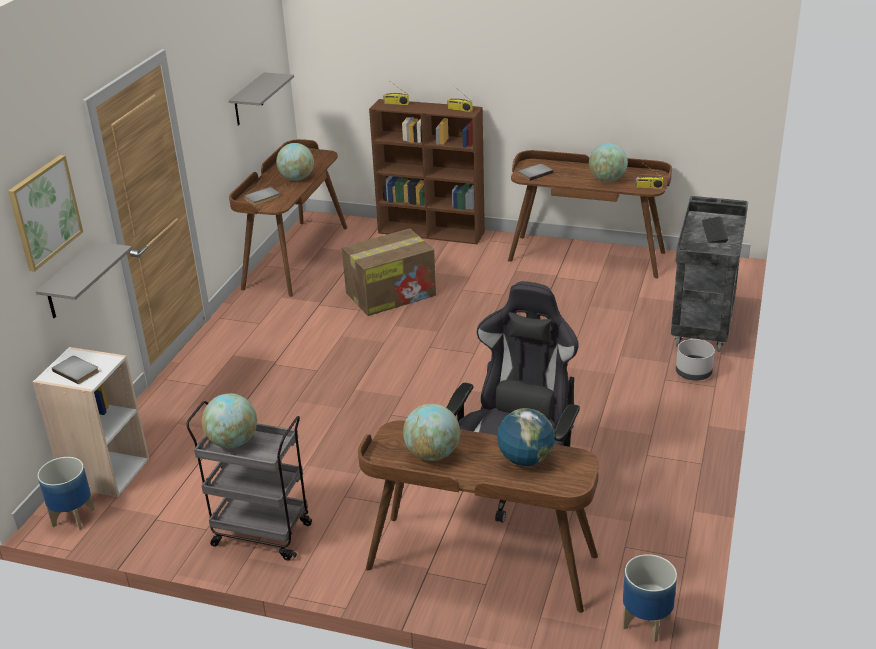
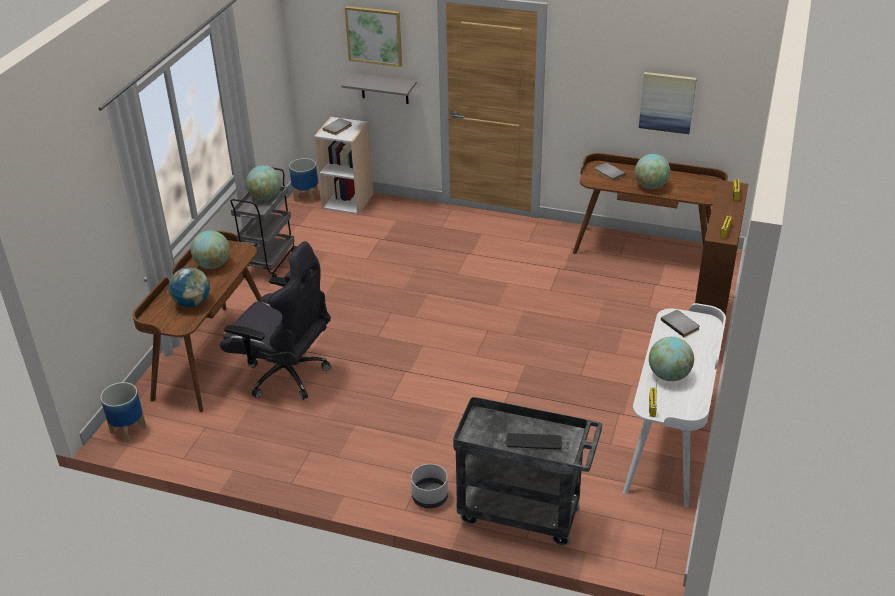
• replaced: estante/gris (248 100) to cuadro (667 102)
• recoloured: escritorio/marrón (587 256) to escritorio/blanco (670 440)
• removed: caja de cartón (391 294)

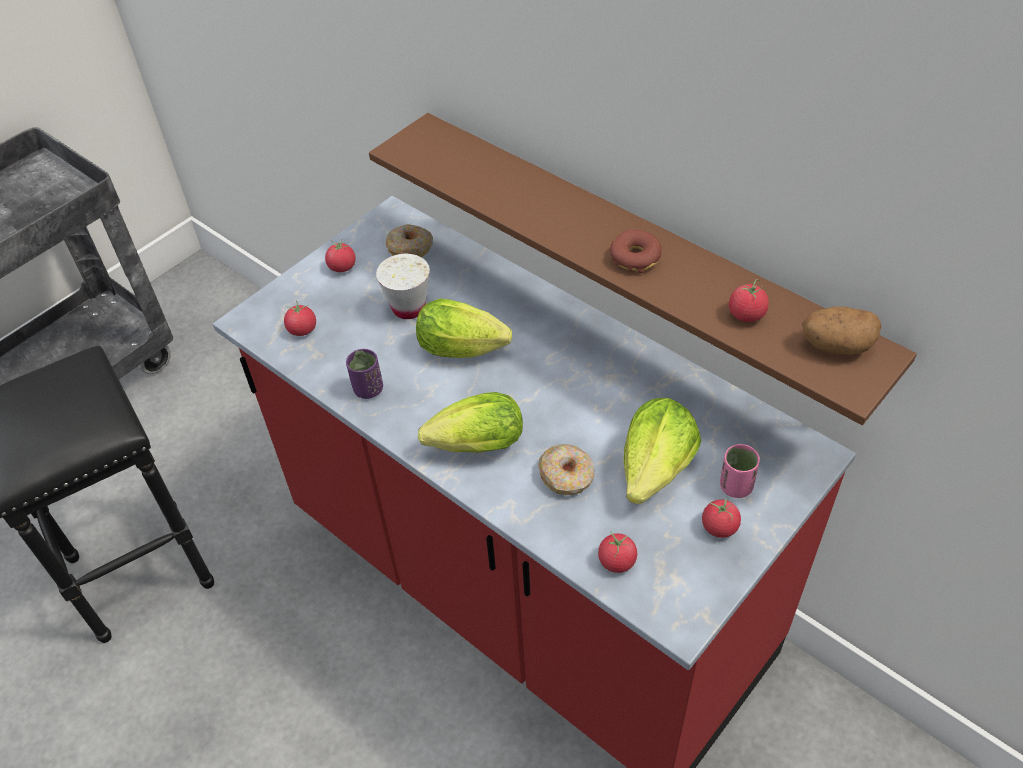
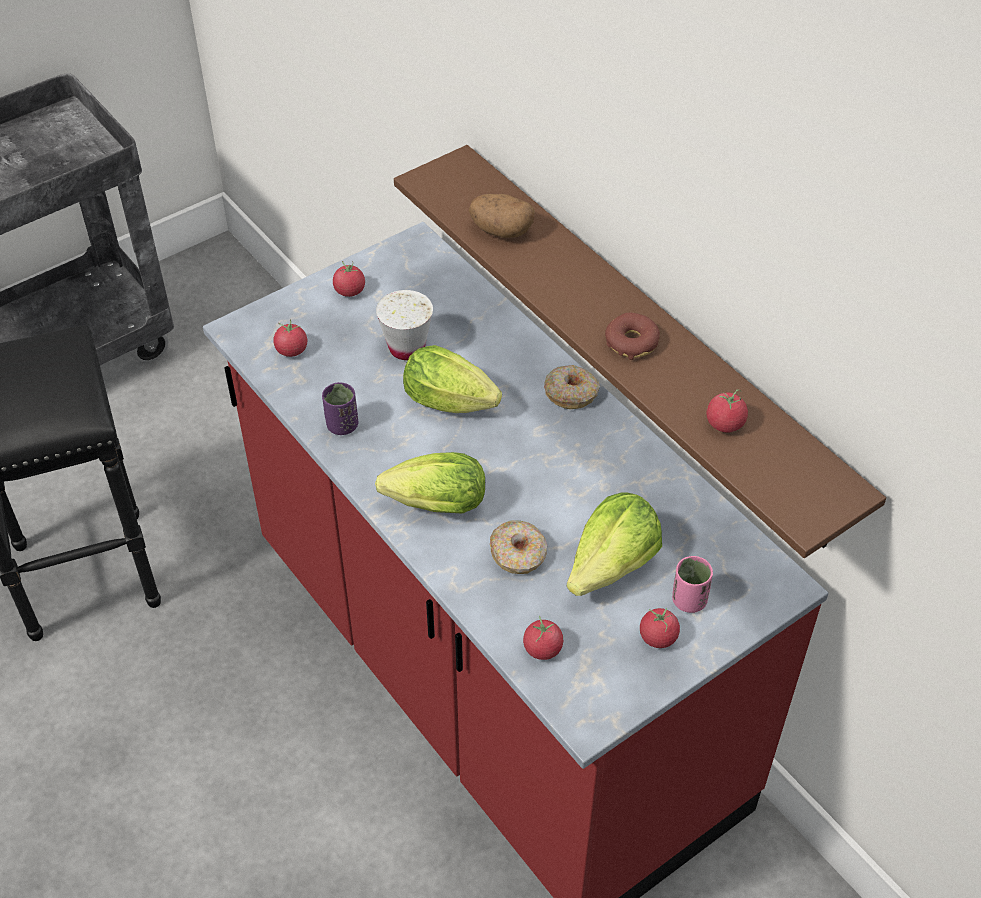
• moved: rosquilla (410 248) to (571 393)
• moved: patata (835 346) to (501 231)

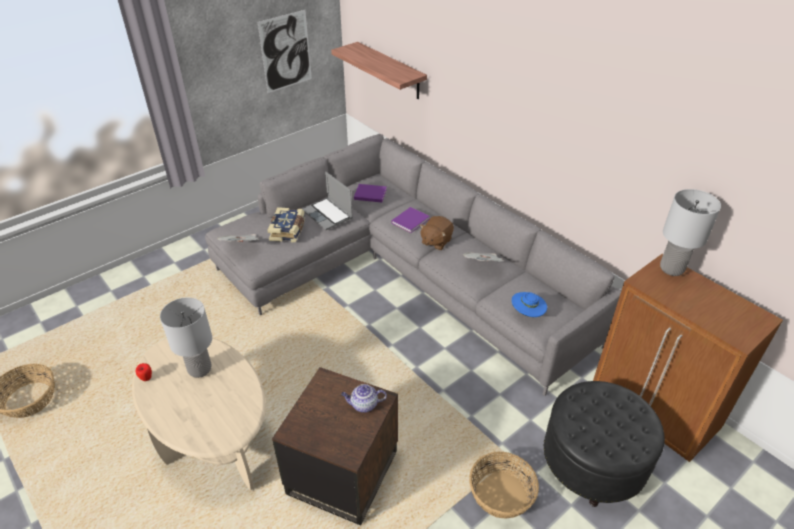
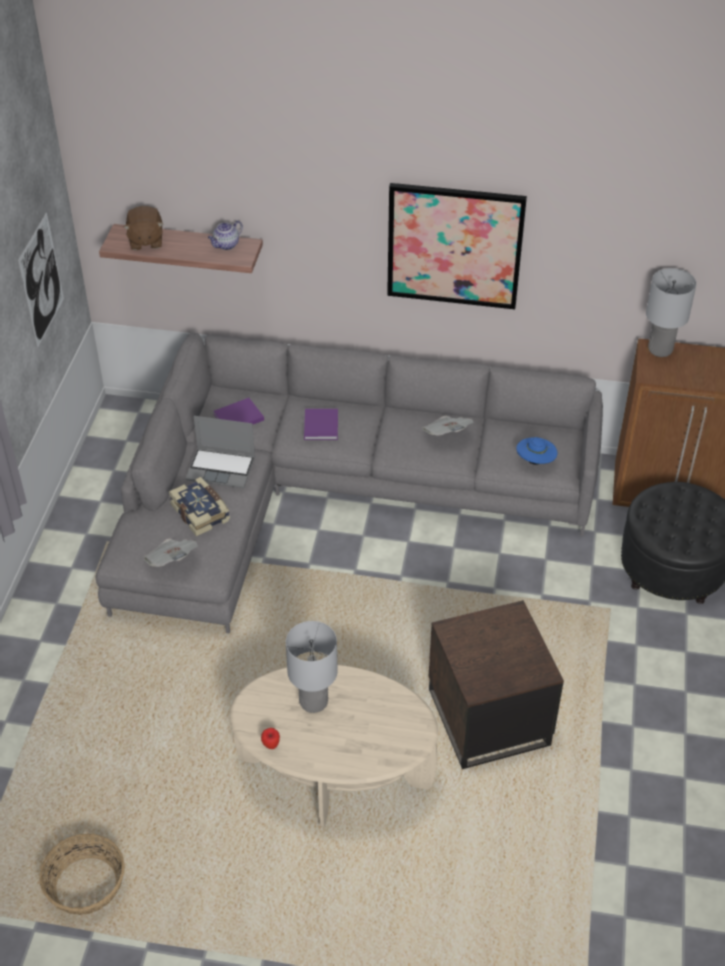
• moved: peluche/marrón (436 241) to (145 241)
• moved: tetera (363 405) to (226 245)
• removed: cesta (501 495)
• added: cuadro (454 246)

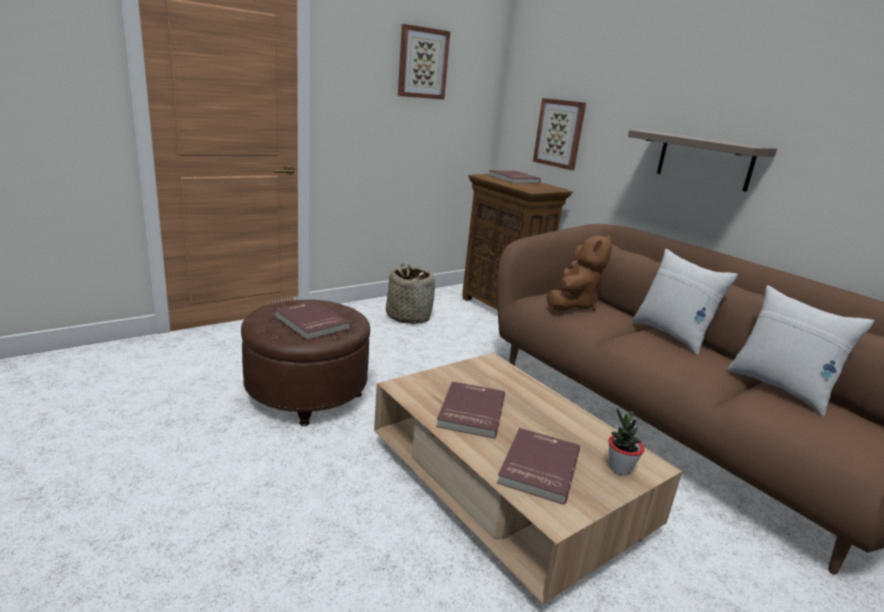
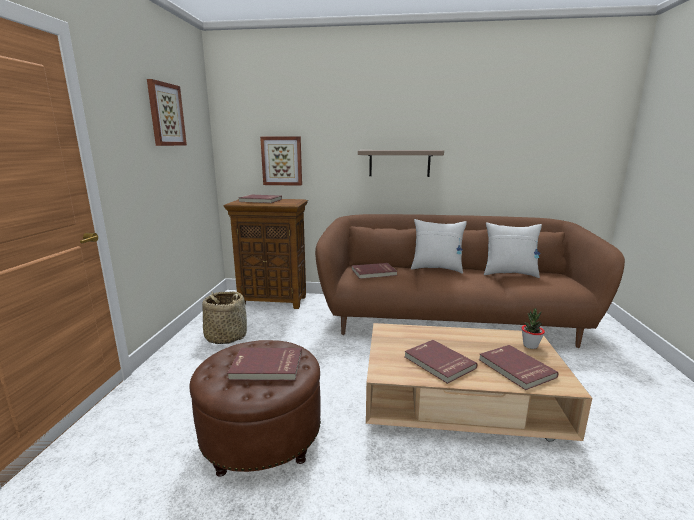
• replaced: peluche/marrón (572 305) to libro/rojo (374 272)

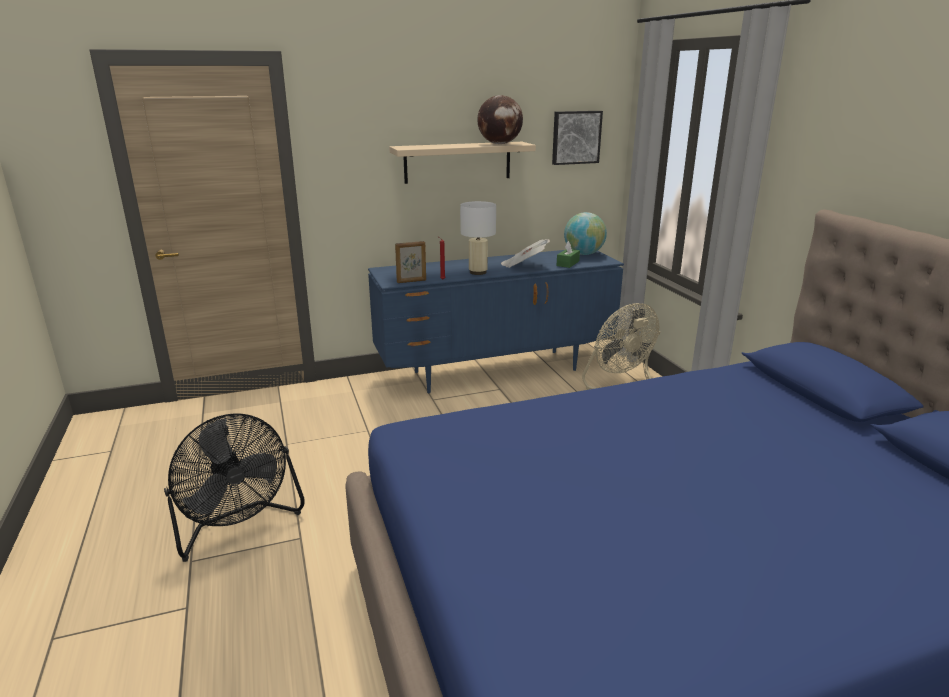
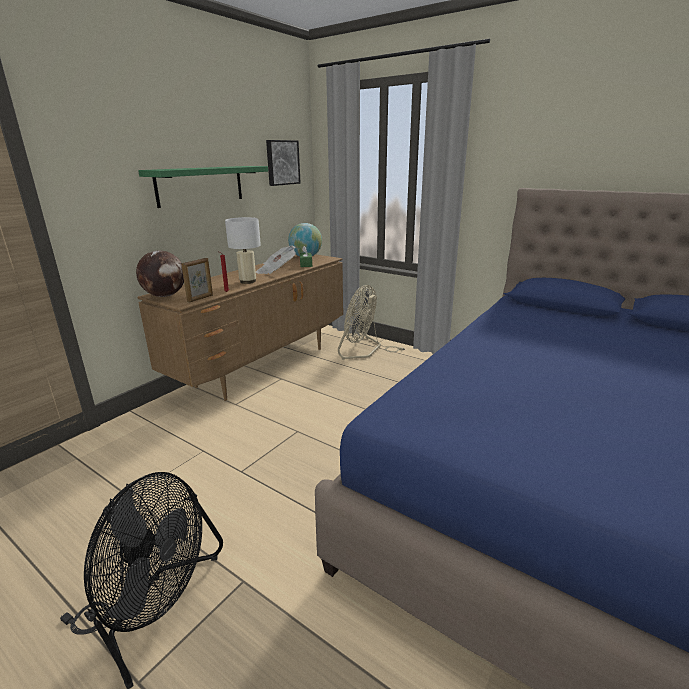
• moved: globo terráqueo (500 144) to (165 296)
• recoloured: estante/beis (457 162) to estante/verde (200 185)
• recoloured: cómoda/azul (496 371) to cómoda/marrón (264 367)

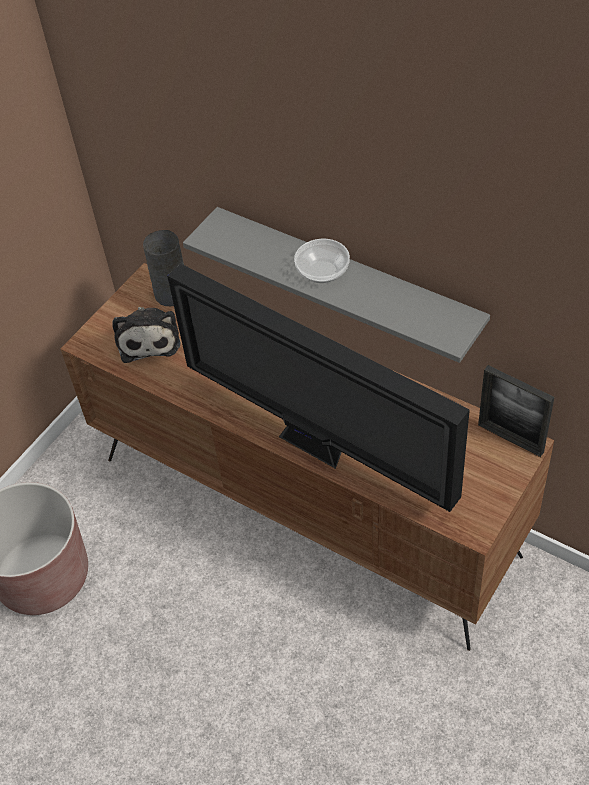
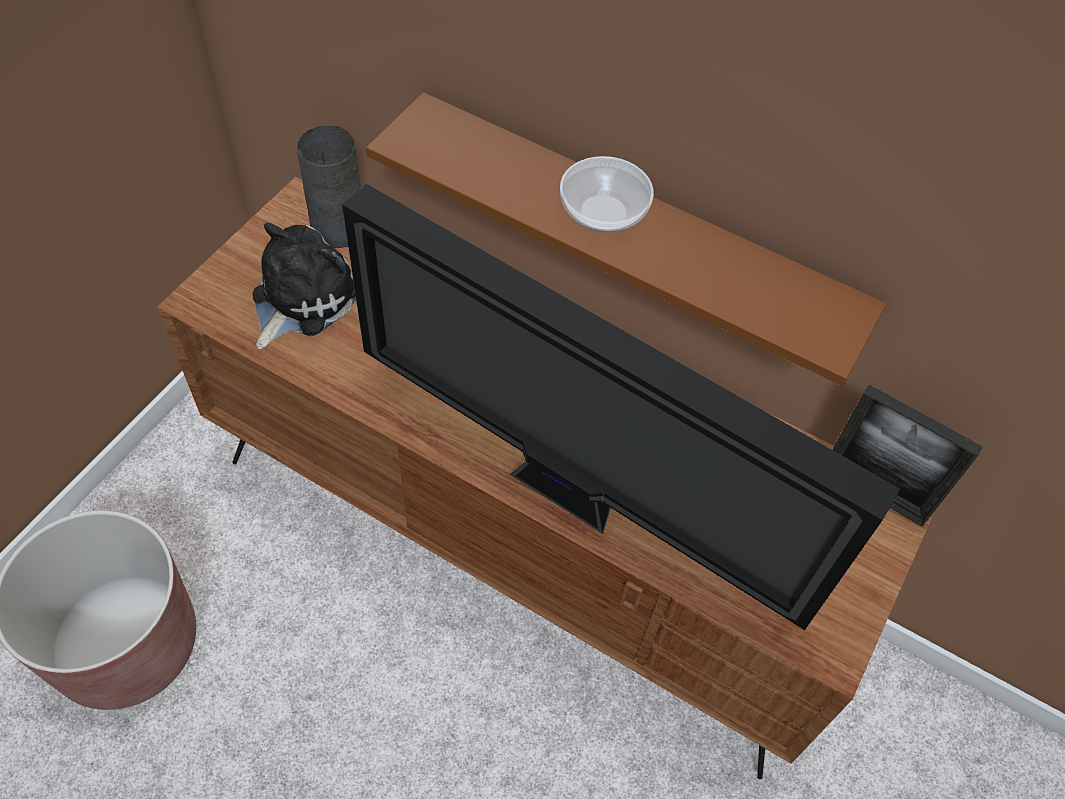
• recoloured: estante/gris (347 280) to estante/marrón (633 228)
• turned: peluche (149 339) = (301 298) 135 degrees counterclockwise

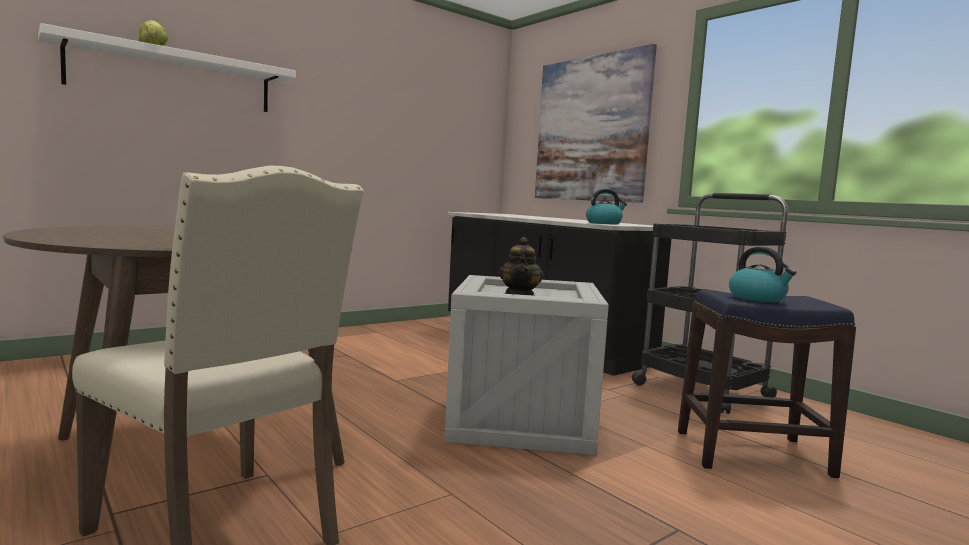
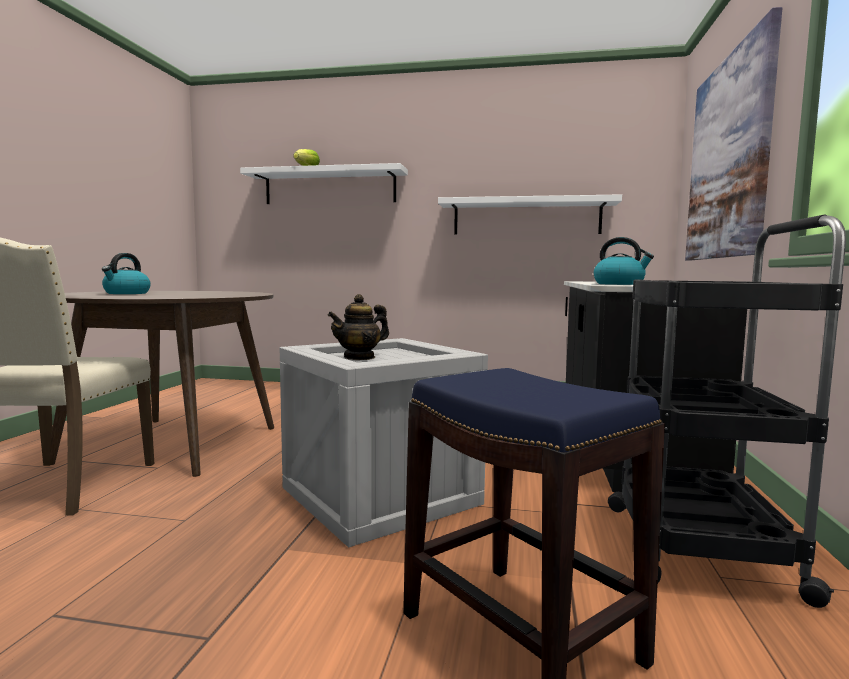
• moved: hervidor (758 298) to (126 293)
• added: estante/blanco (526 217)

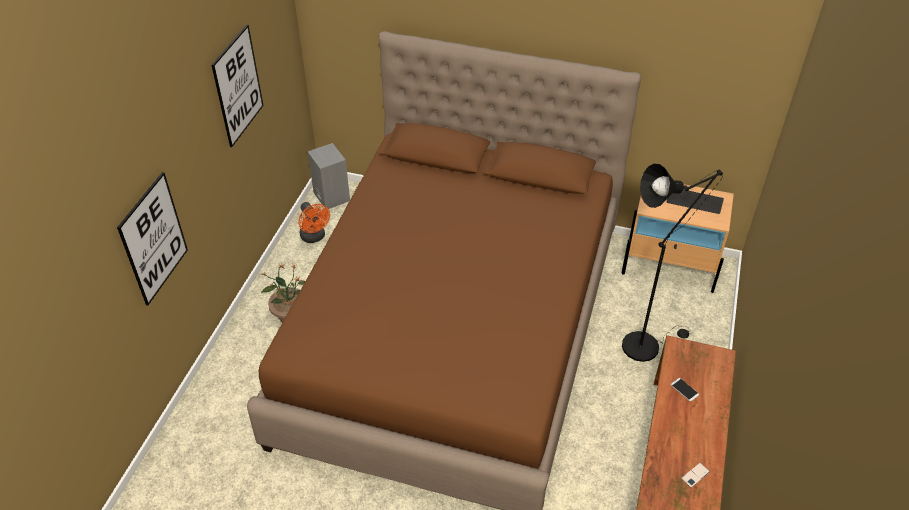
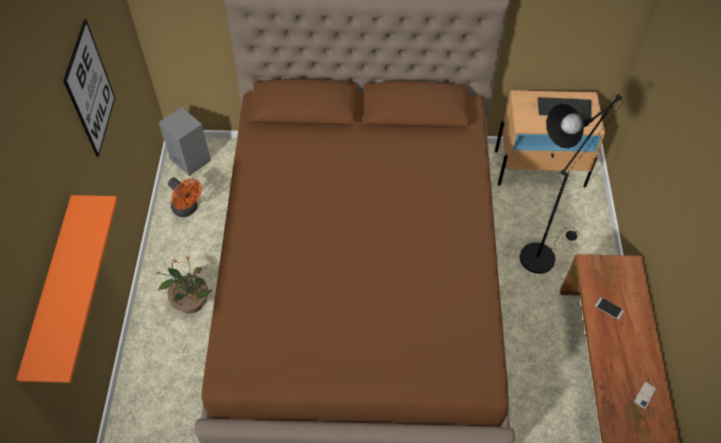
• replaced: cuadro (154 239) to estante/naranja (53 292)

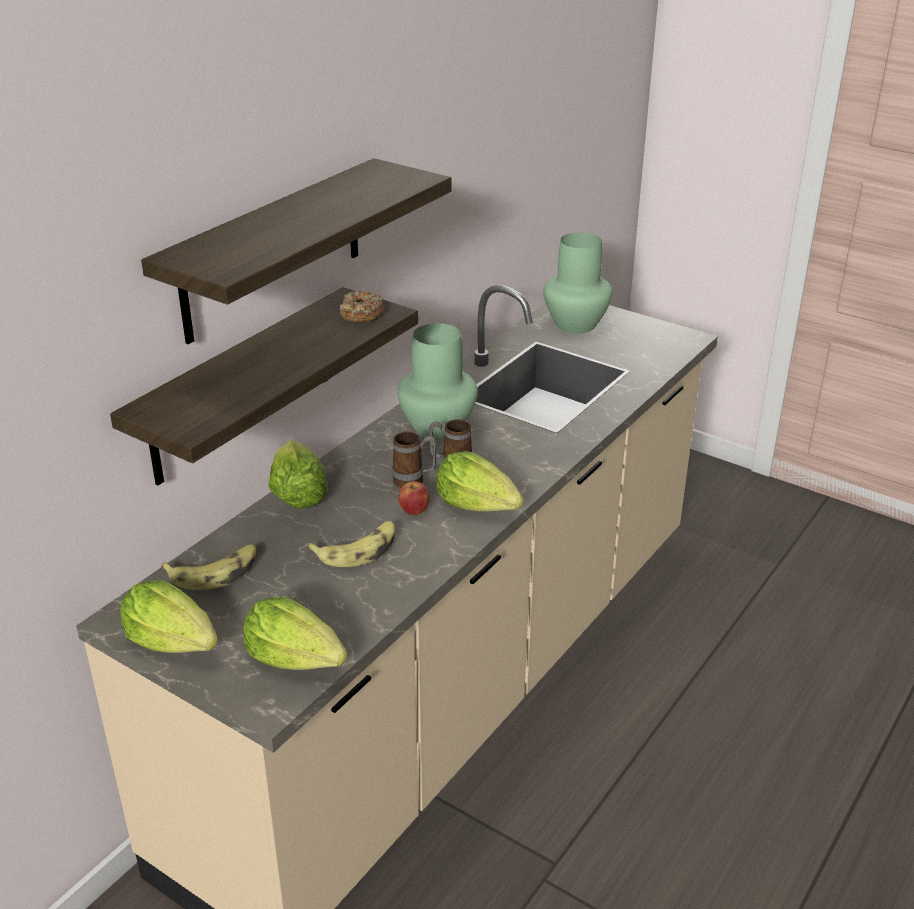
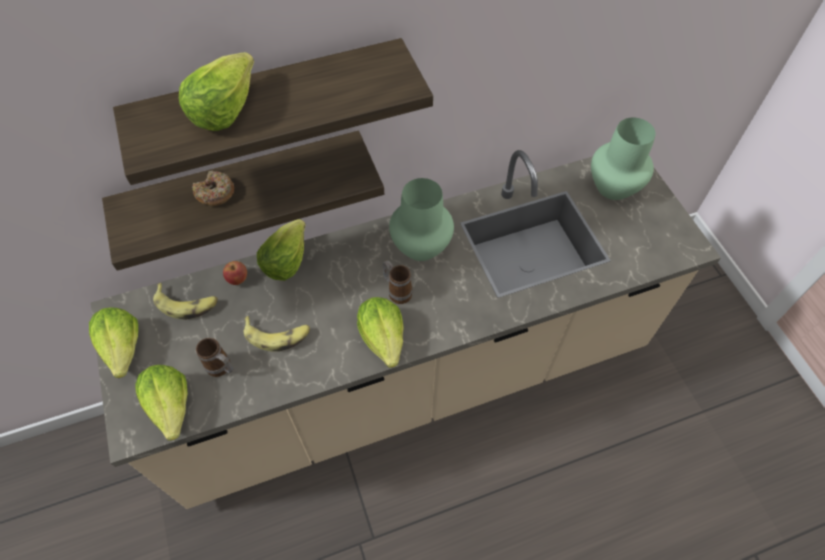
• moved: rosquilla (361 314) to (215 193)
• moved: taza grande (414 481) to (222 369)
• moved: manzana (414 511) to (238 279)
• added: lechuga (223 108)

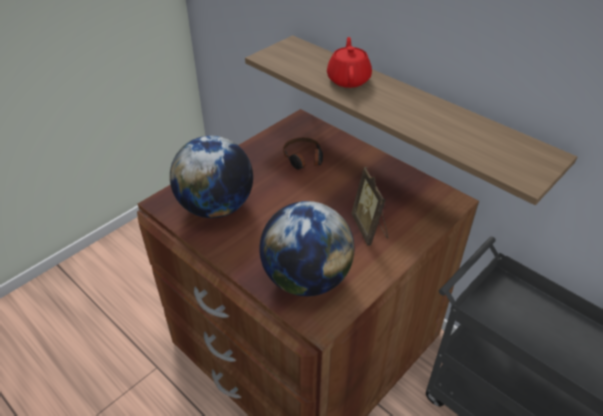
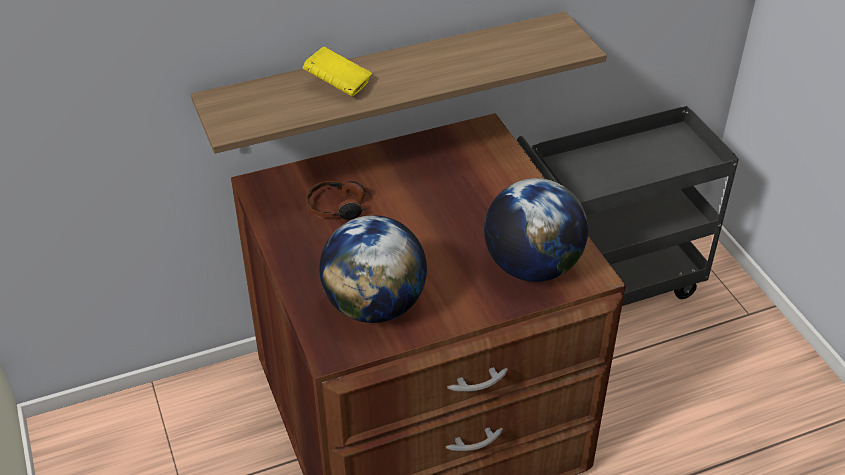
• replaced: tetera/rojo (348 79) to libro/amarillo (338 85)
• removed: portarretratos (370 229)

